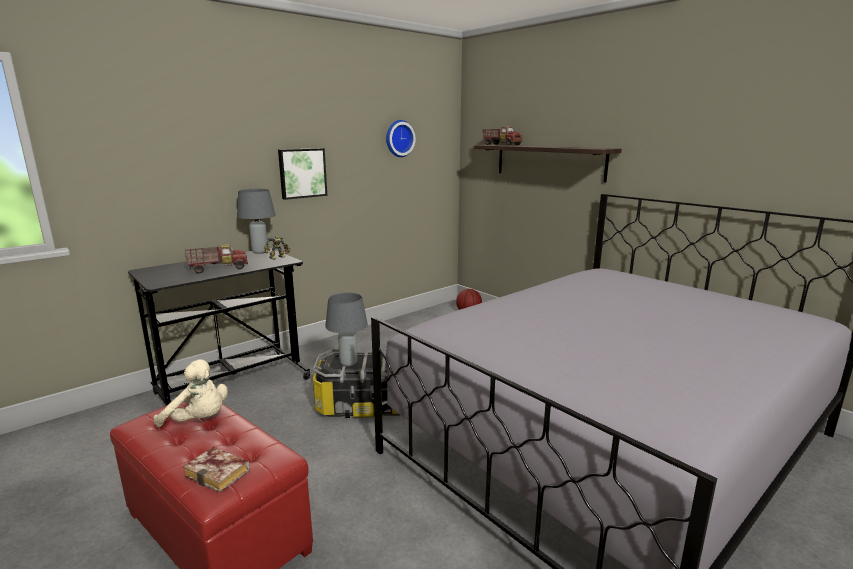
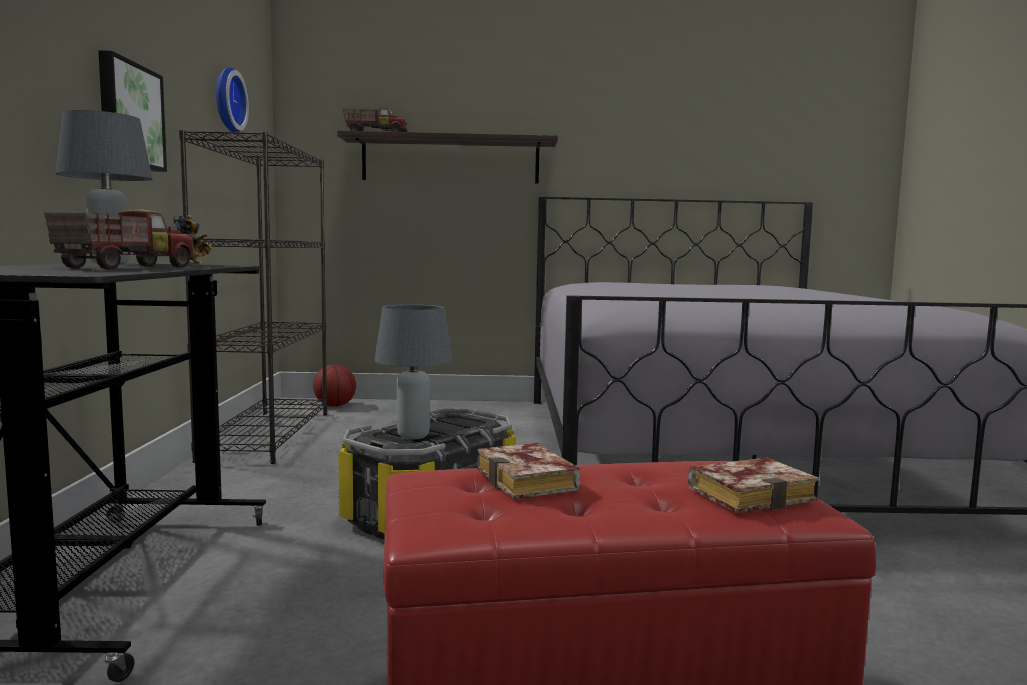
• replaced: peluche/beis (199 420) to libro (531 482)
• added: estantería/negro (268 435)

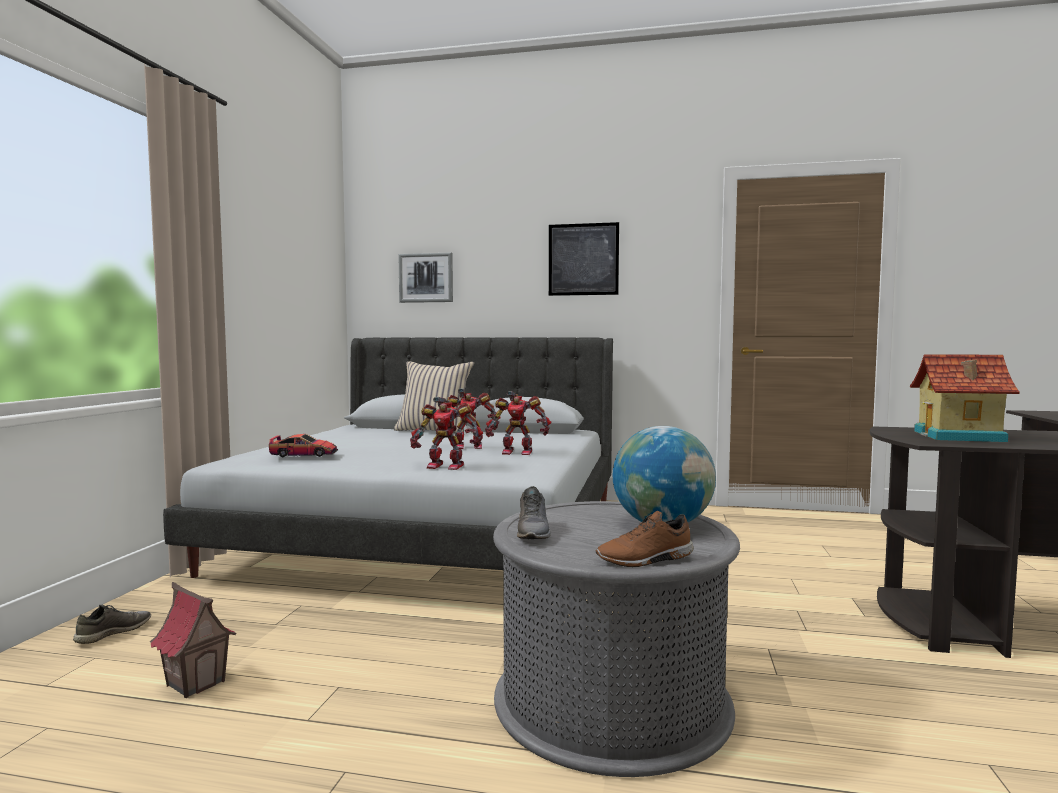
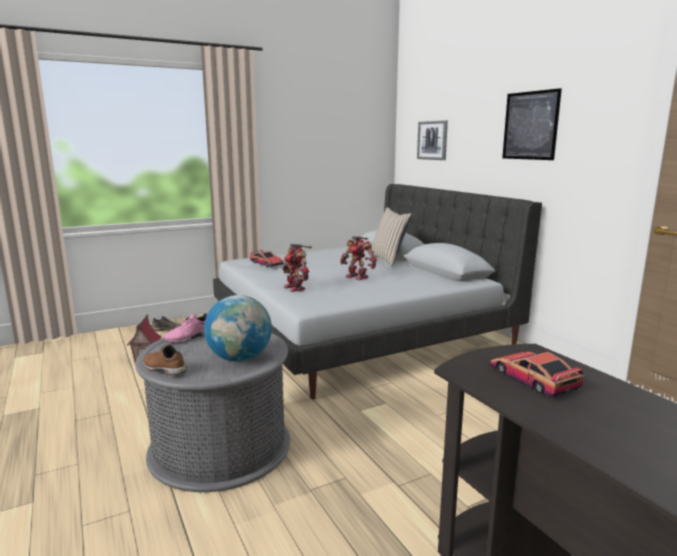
• replaced: casita (959 436) to coche de juguete (532 379)
• removed: robot de juguete (517 452)
• recoloured: zapato/gris (533 531) to zapato/rosa (189 337)

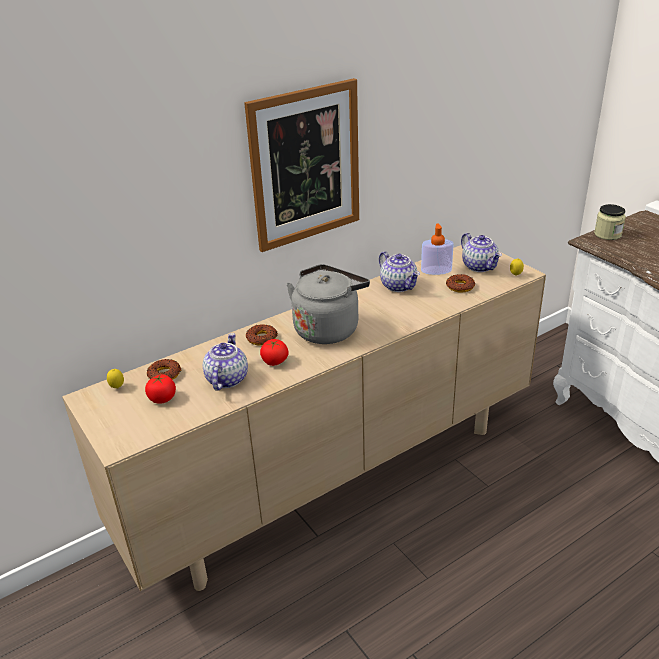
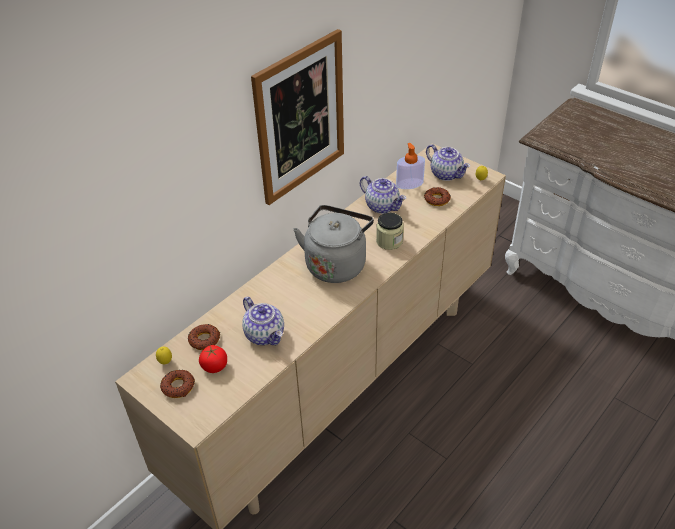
• moved: tarro (607 234) to (389 241)
• moved: rosquilla (262 338) to (178 386)
• turned: tetera (226 379) = (265 334) 150 degrees clockwise
• removed: tomate (274 361)

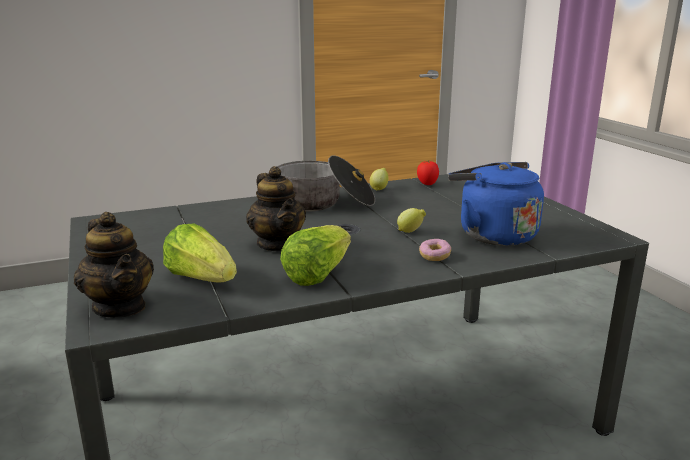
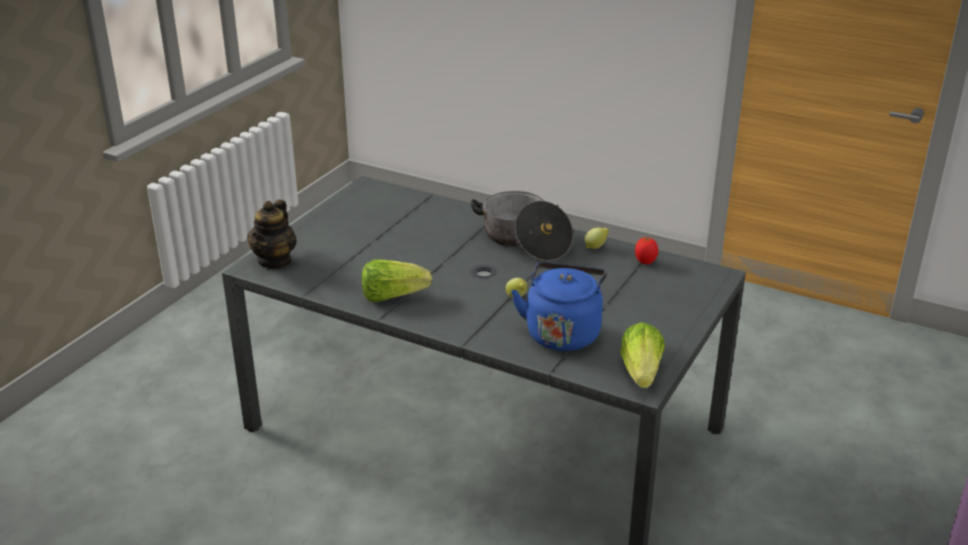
• removed: tetera (278 245)
• moved: lechuga (201 279) to (641 372)
• removed: rosquilla (434 256)

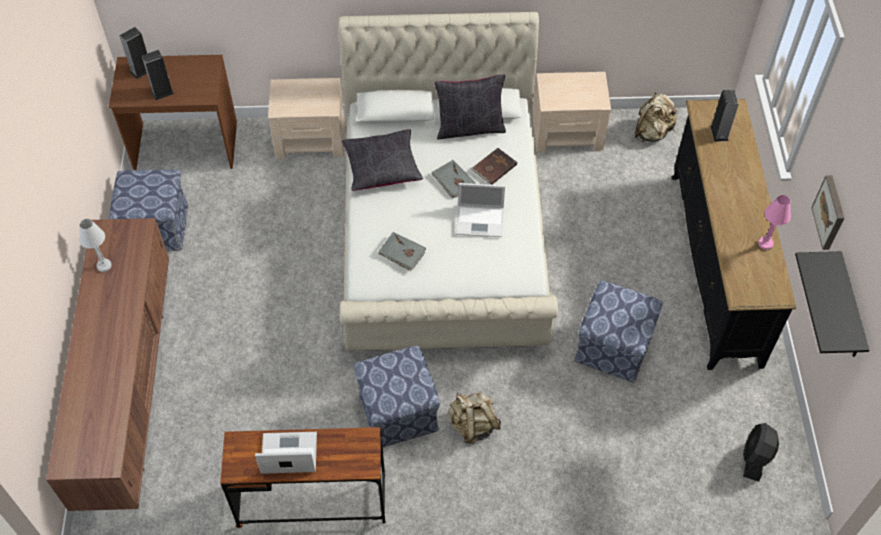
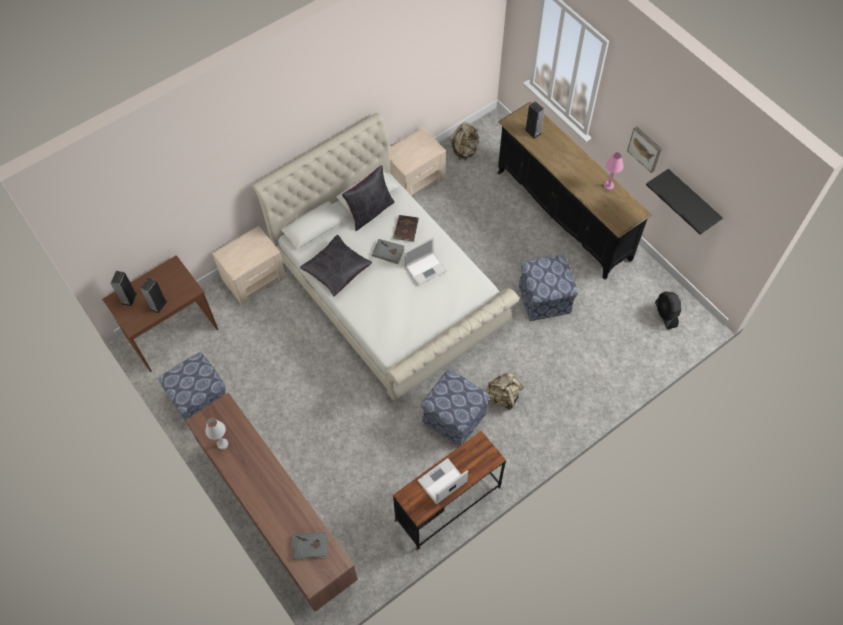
• moved: libro/gris (402 253) to (310 546)

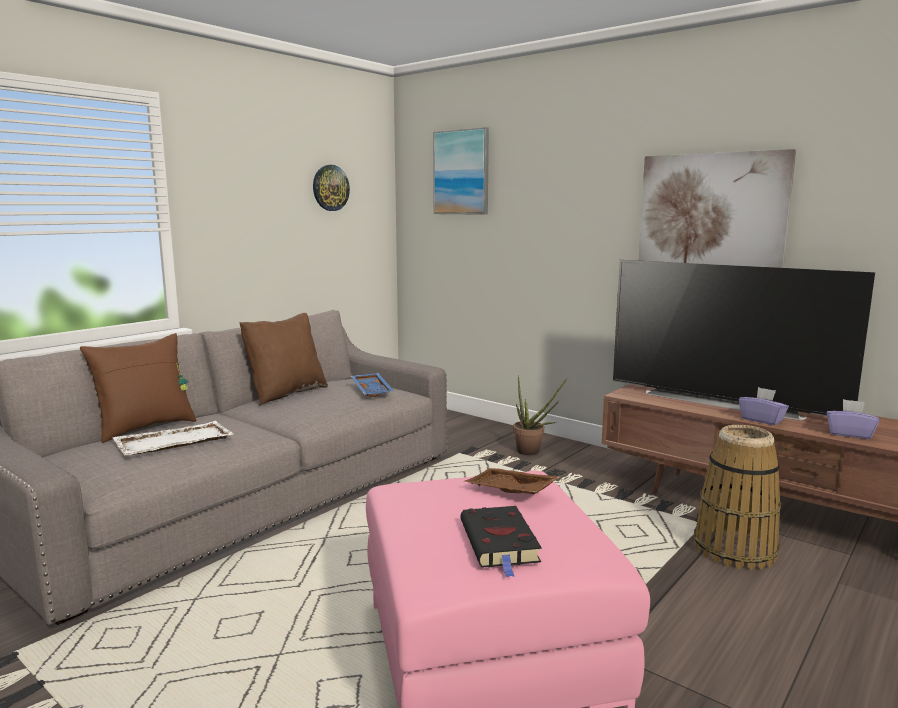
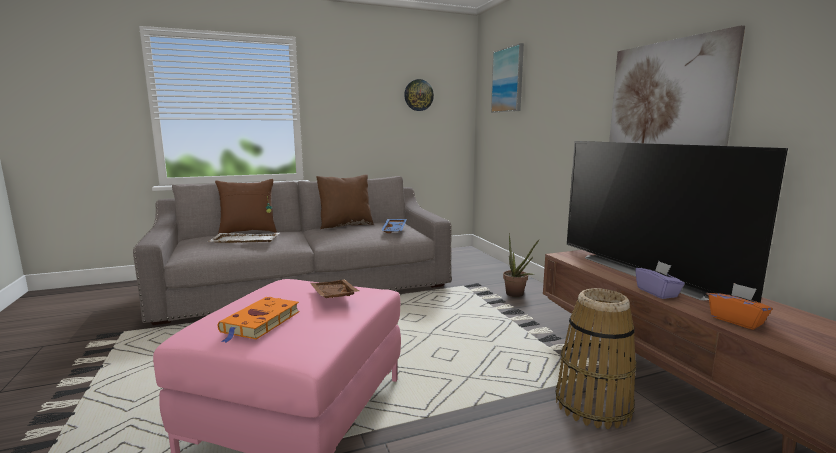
• recoloured: caja de pañuelos/morado (849 434) to caja de pañuelos/naranja (736 321)
• recoloured: libro/negro (500 544) to libro/naranja (260 323)

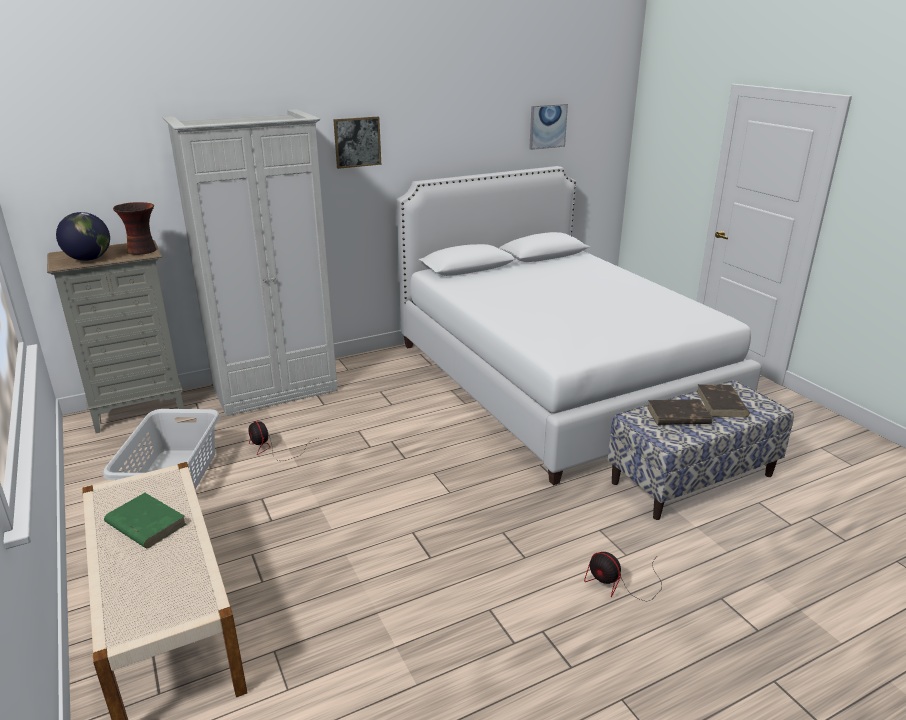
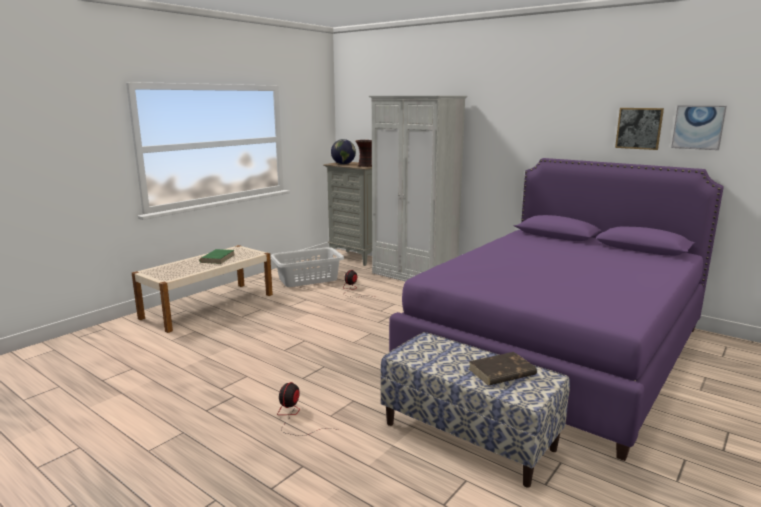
• moved: cuadro (357 142) to (639 128)
• recoloured: cama/blanco (556 380) to cama/morado (557 350)
• removed: libro/marrón (677 416)

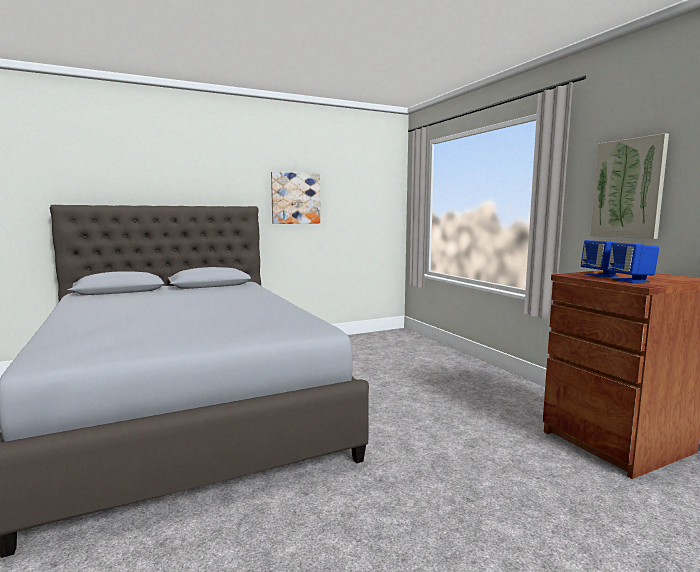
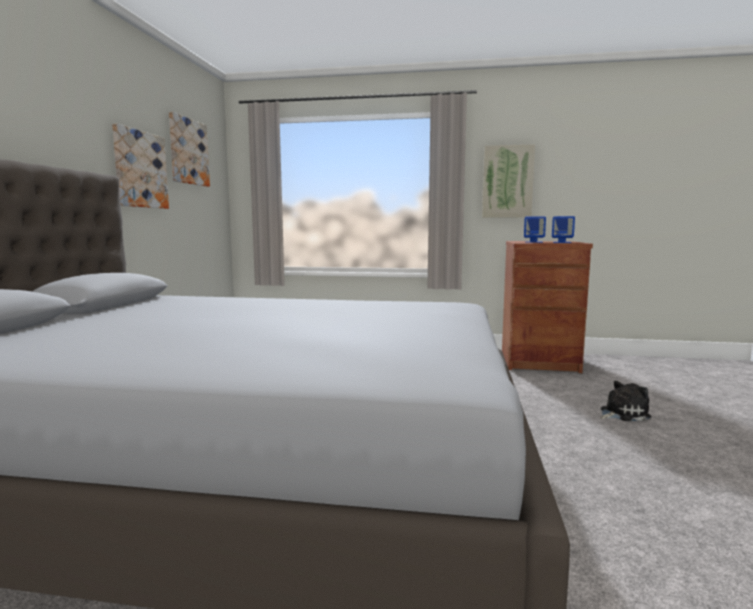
• added: cuadro (188 152)
• added: peluche (622 414)

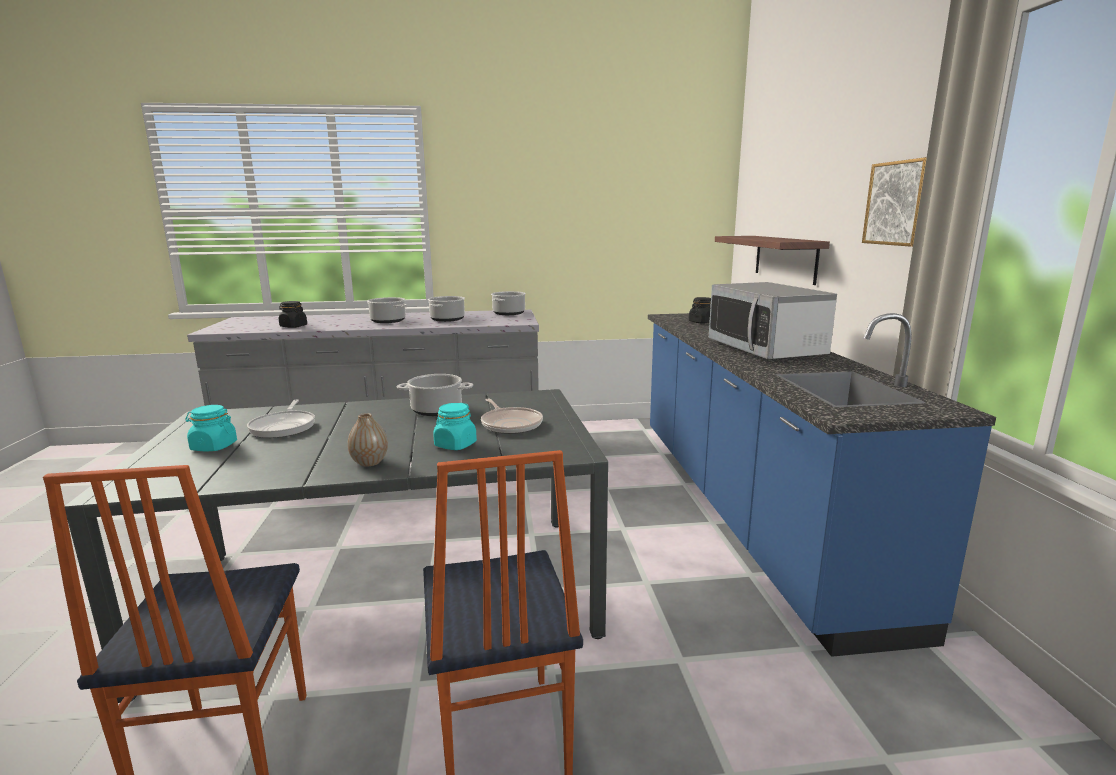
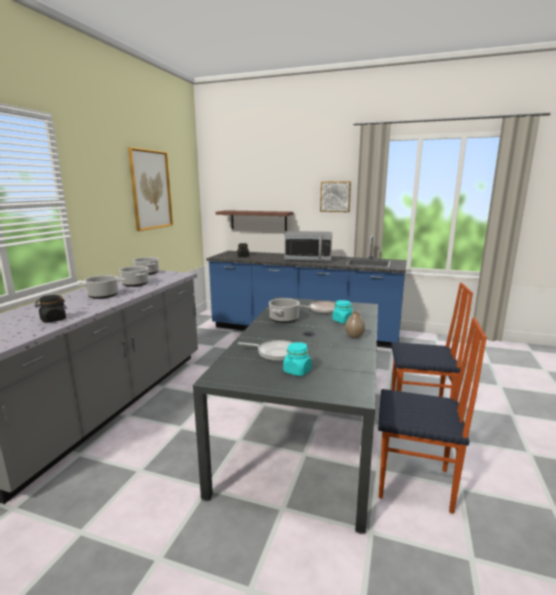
• added: cuadro (151 190)

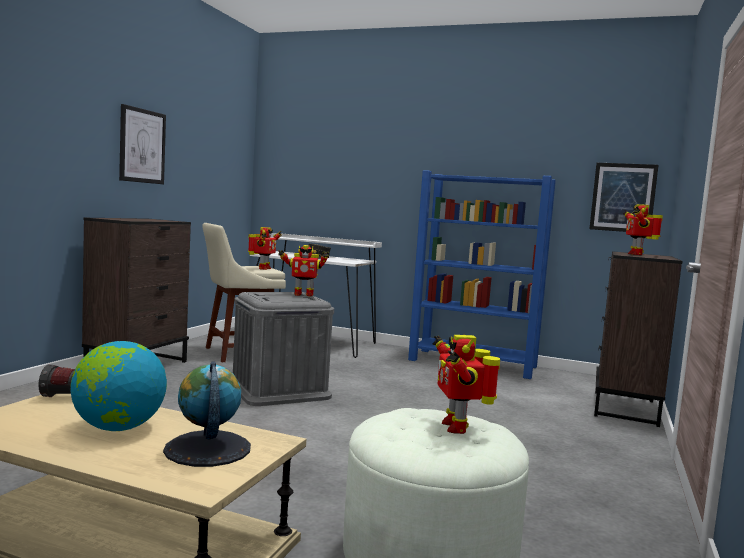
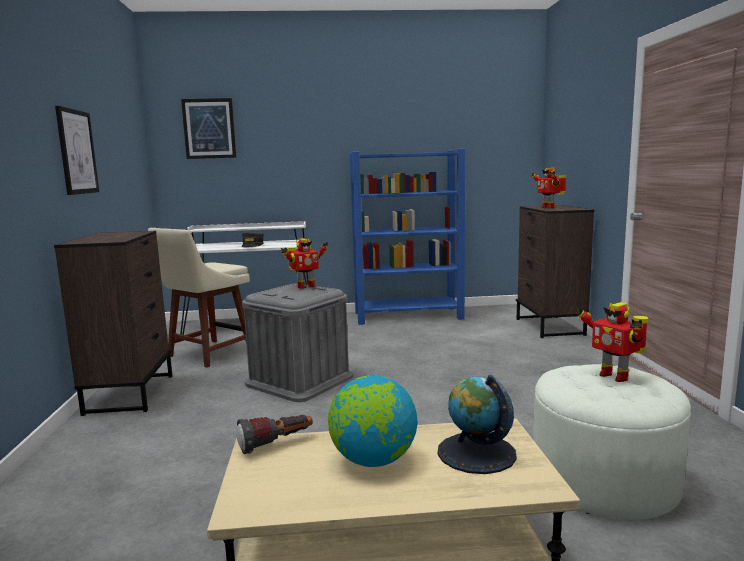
• moved: cuadro (623 197) to (209 128)
• removed: robot de juguete (263 268)

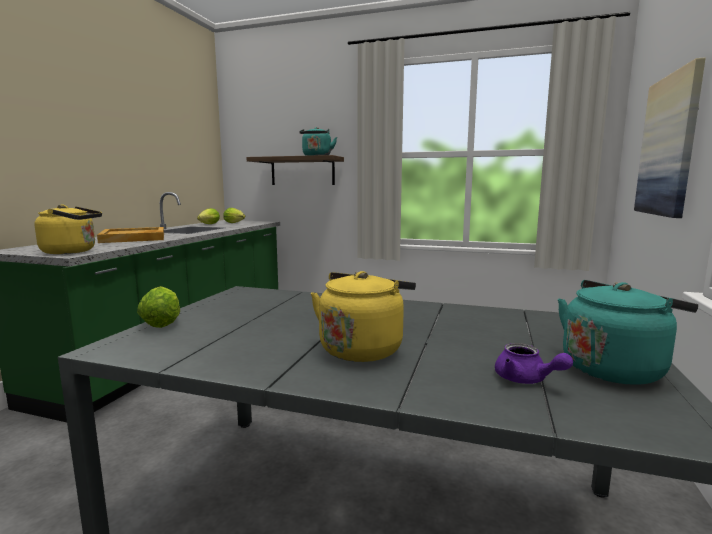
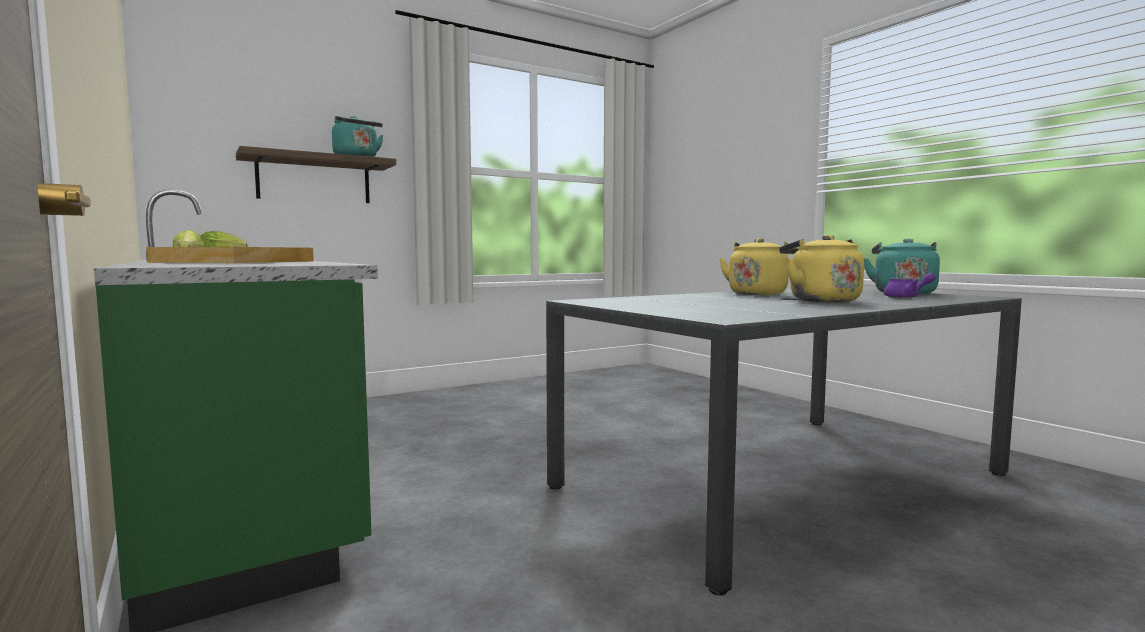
• removed: cuadro (669 146)
• moved: hervidor/amarillo (72 252) to (758 293)
• removed: lechuga (163 322)

